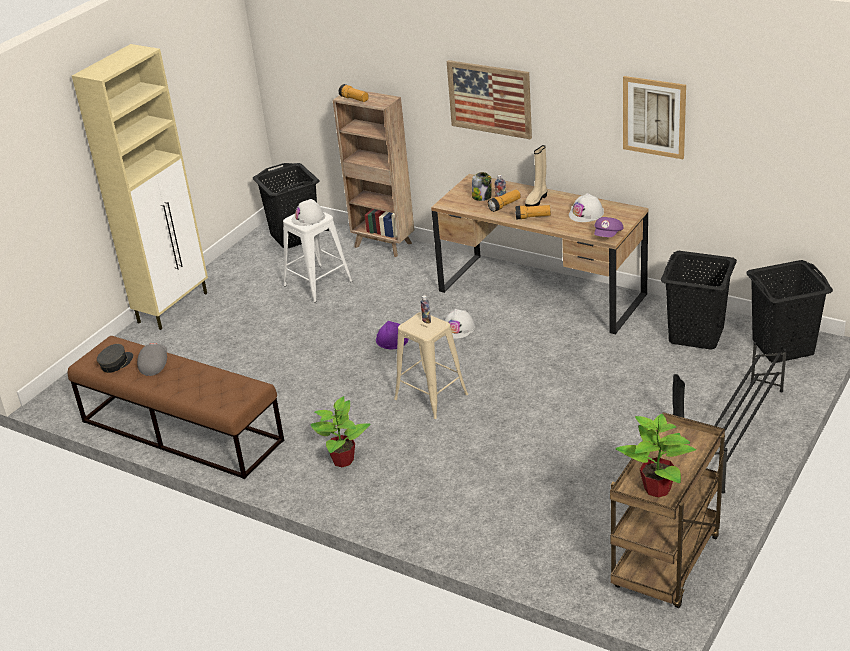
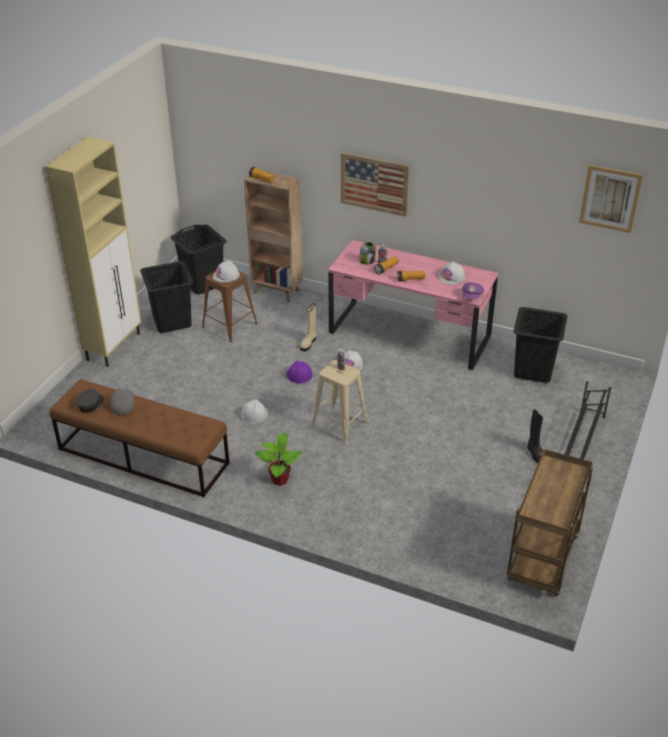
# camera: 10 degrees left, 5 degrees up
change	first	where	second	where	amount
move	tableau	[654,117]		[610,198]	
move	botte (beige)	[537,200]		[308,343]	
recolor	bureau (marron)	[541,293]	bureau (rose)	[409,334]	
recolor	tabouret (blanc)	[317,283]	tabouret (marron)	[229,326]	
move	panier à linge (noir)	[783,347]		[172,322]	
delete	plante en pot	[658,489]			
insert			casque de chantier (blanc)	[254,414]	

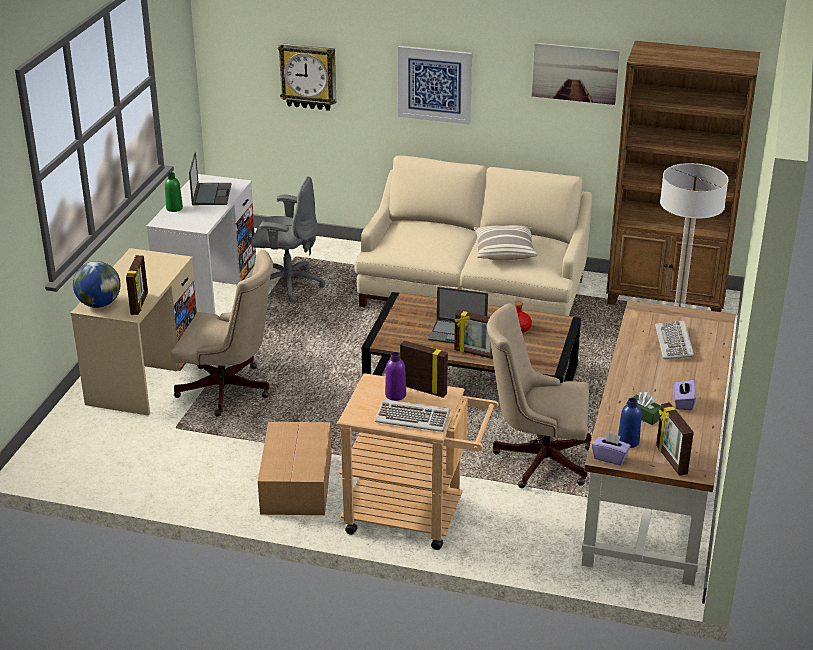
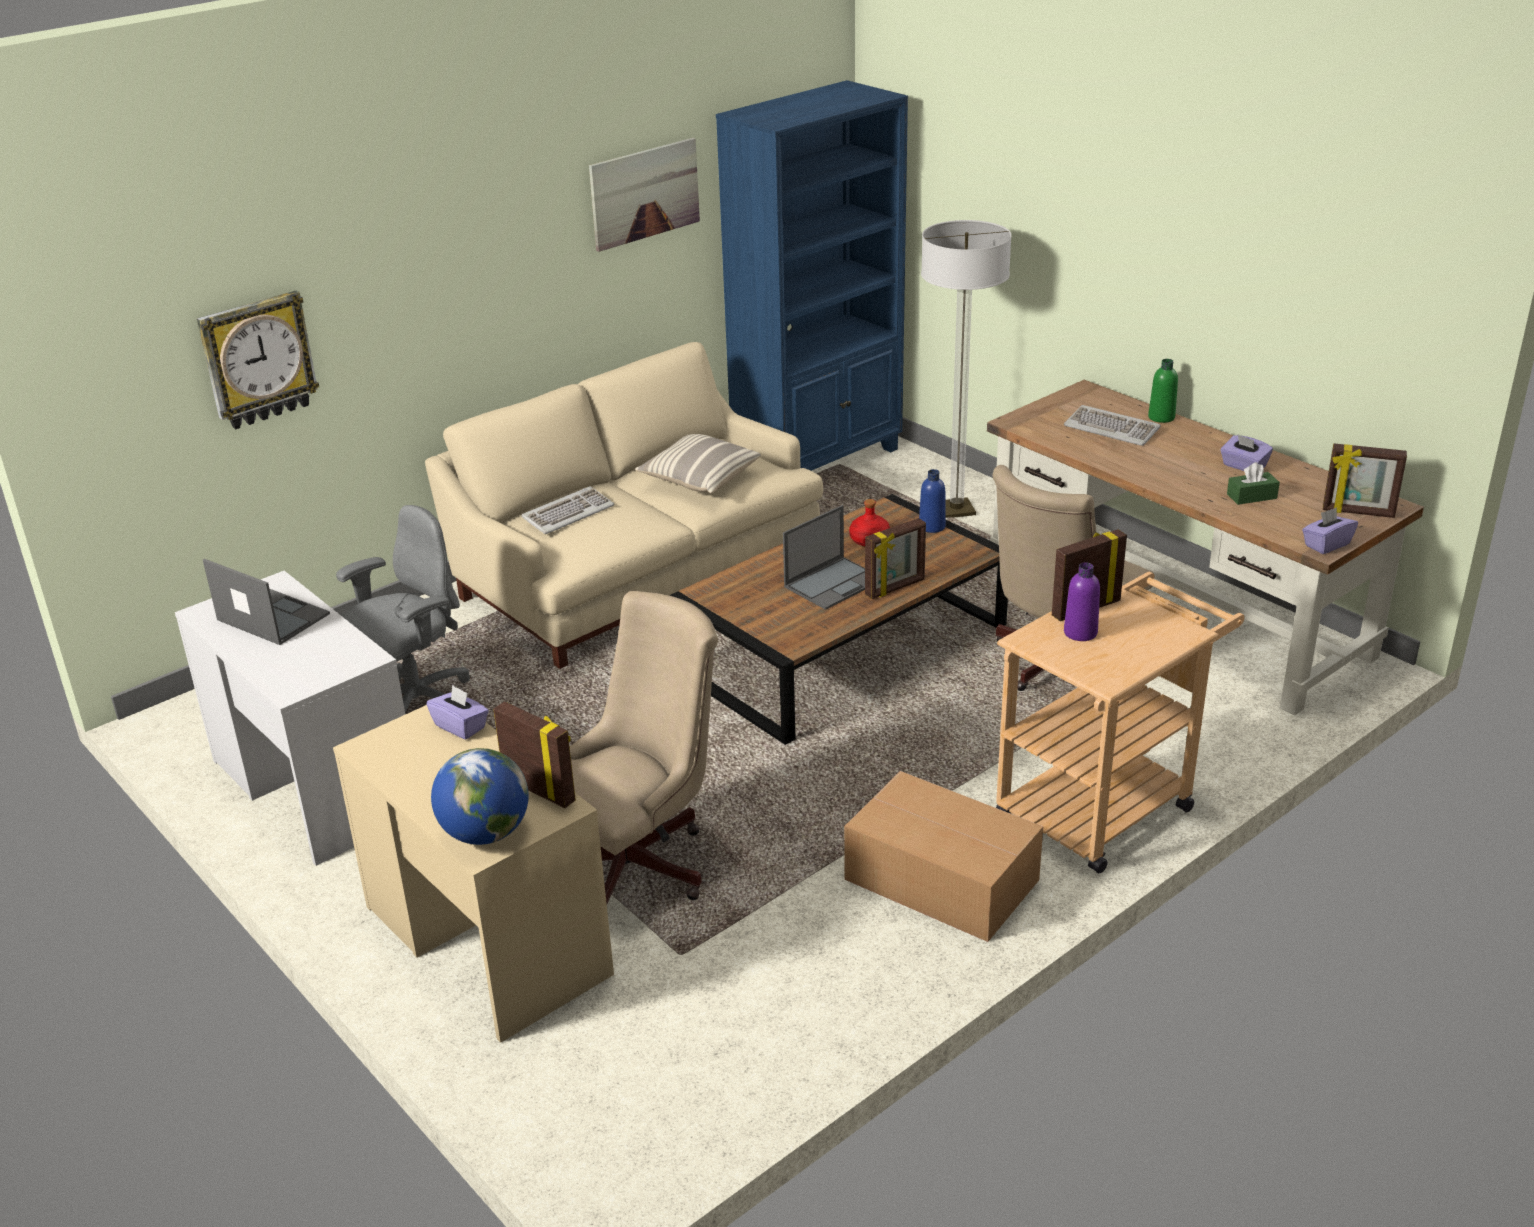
# camera: 55 degrees left, 0 degrees up
change	first	where	second	where	amount
recolor	bibliothèque (marron)	[666,299]	bibliothèque (bleu)	[819,461]	
delete	tableau	[435,84]			
move	bouteille (vert)	[174,208]		[1161,417]	
move	bouteille (bleu)	[628,441]		[932,527]	
move	clavier	[413,418]		[568,513]	
insert			boîte à mouchoirs (violet)	[461,726]	

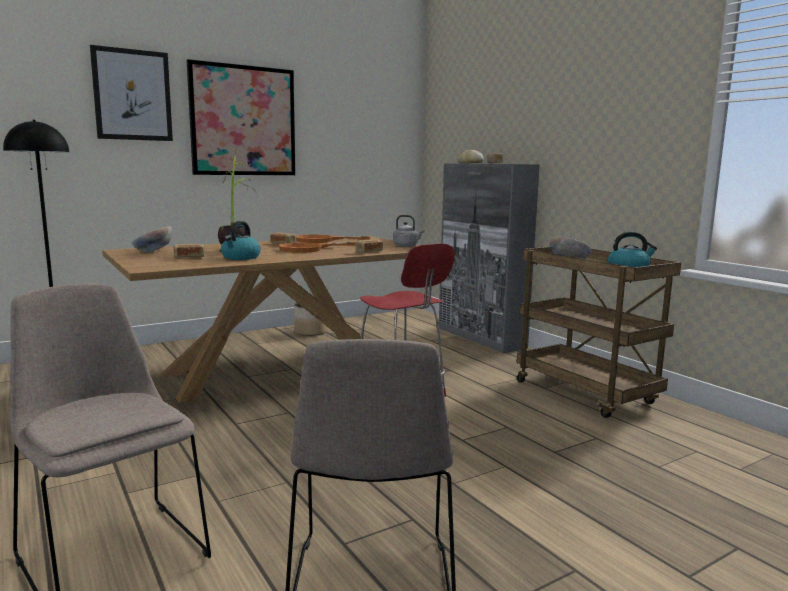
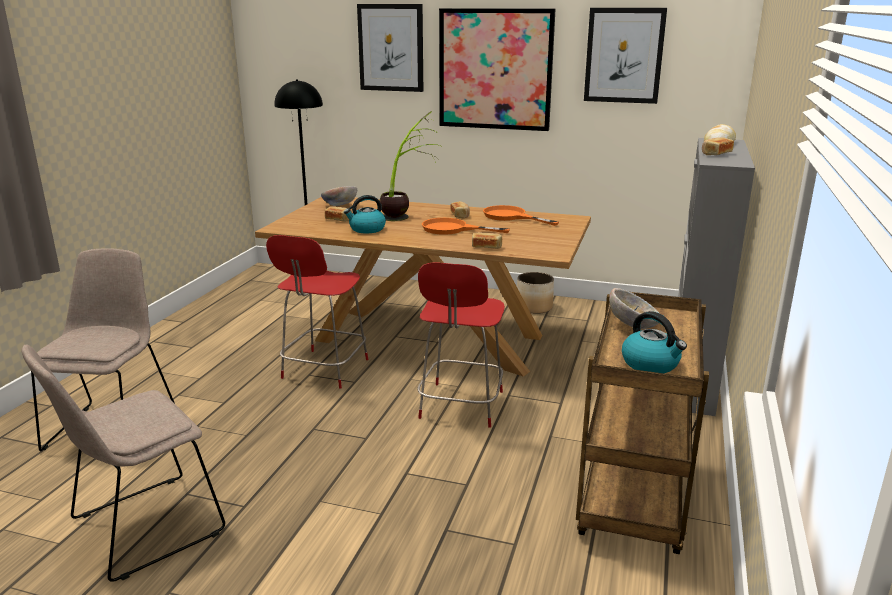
# camera: 50 degrees right, 10 degrees up
change	first	where	second	where	amount
delete	bouilloire (gris)	[406,246]			
insert			tableau	[624,55]	
insert			tabouret (rouge)	[324,370]	

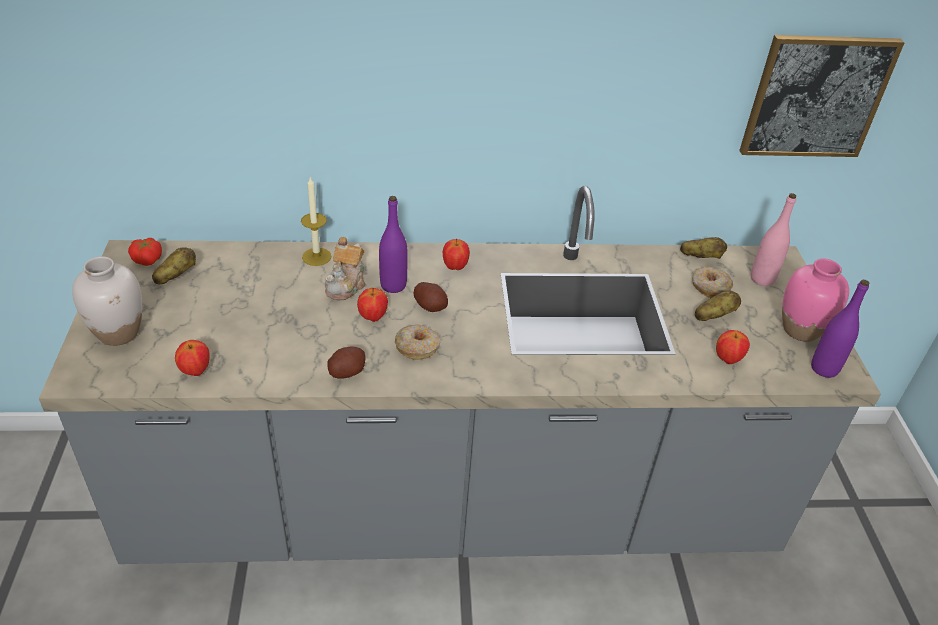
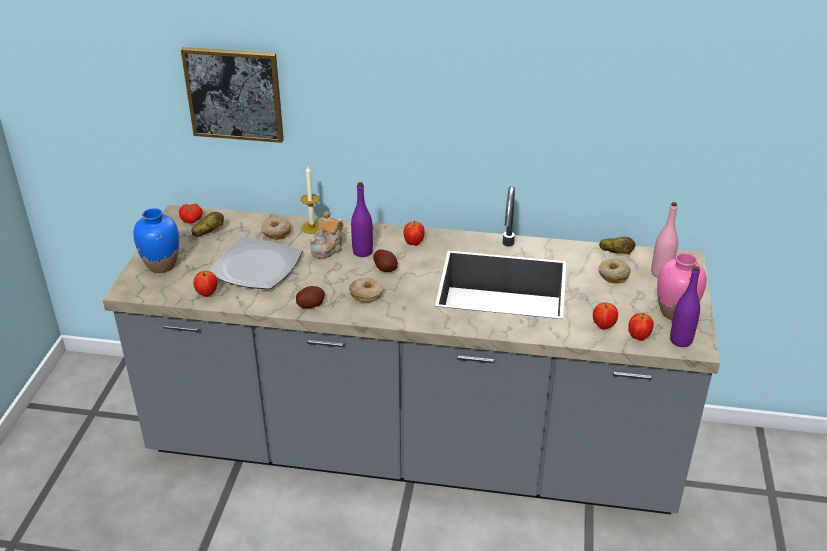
# camera: 15 degrees right, 5 degrees down
change	first	where	second	where	amount
move	tableau	[816,96]		[234,94]	
recolor	vase (blanc)	[119,333]	vase (bleu)	[162,265]	
move	pomme	[373,317]		[638,337]	
delete	pomme de terre	[714,316]			
insert			beignet	[276,233]	
insert			assiette	[255,267]	

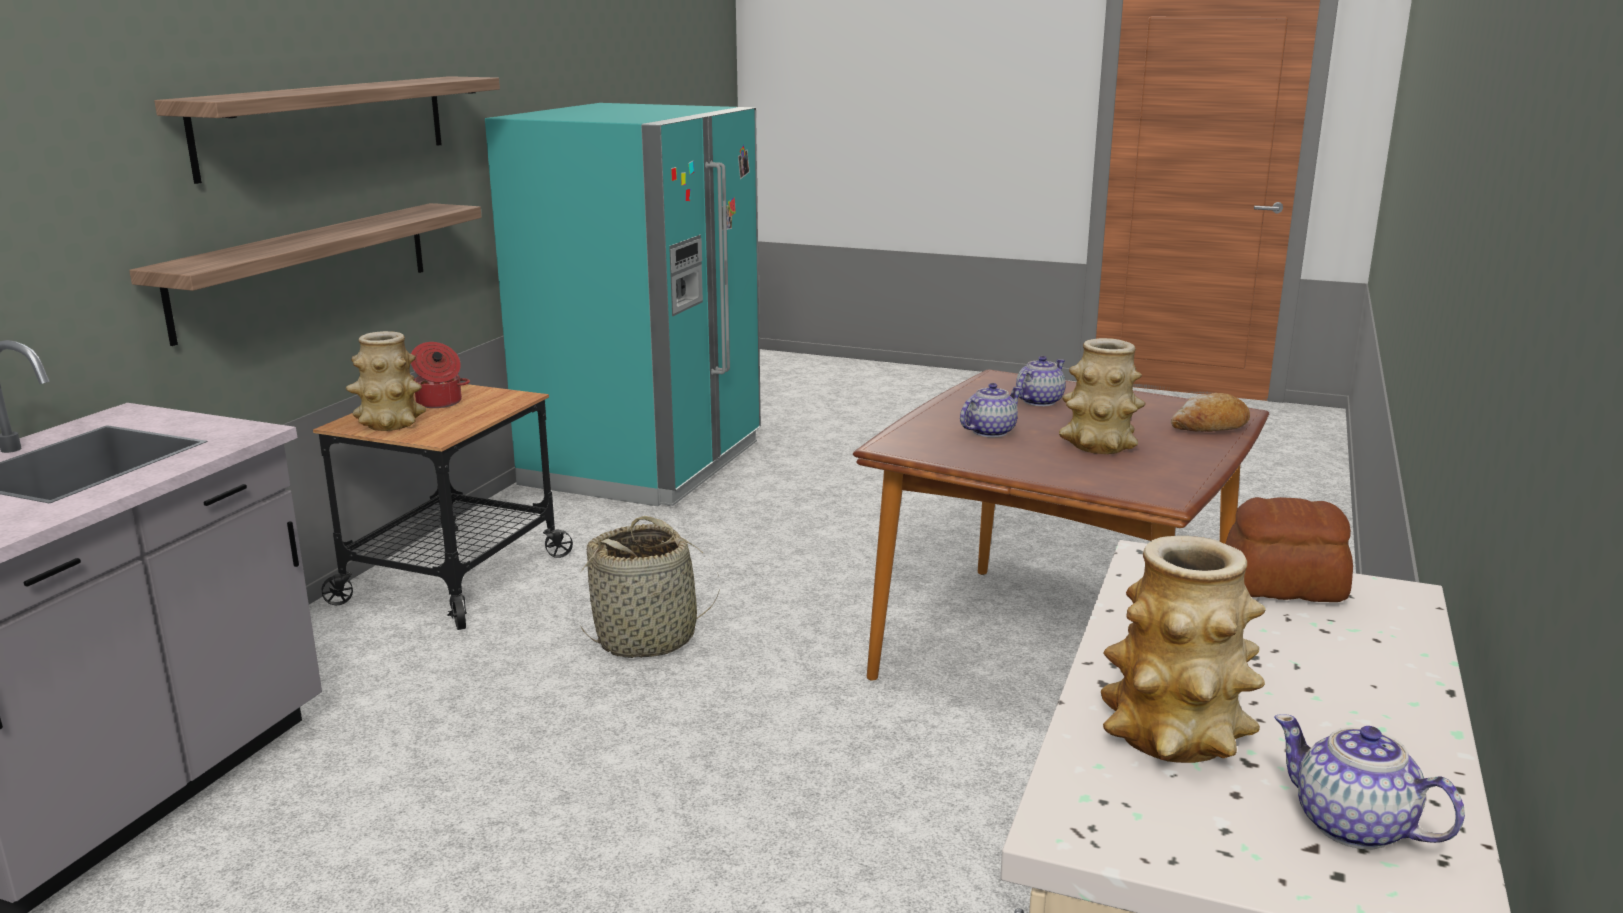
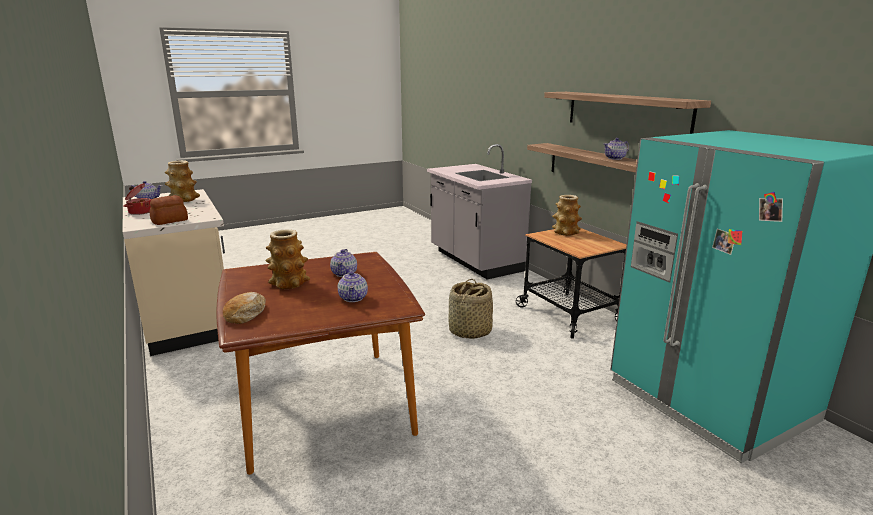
# camera: 130 degrees right, 0 degrees up
change	first	where	second	where	amount
move	marmite	[439,403]		[140,212]	
insert			théière	[615,158]	

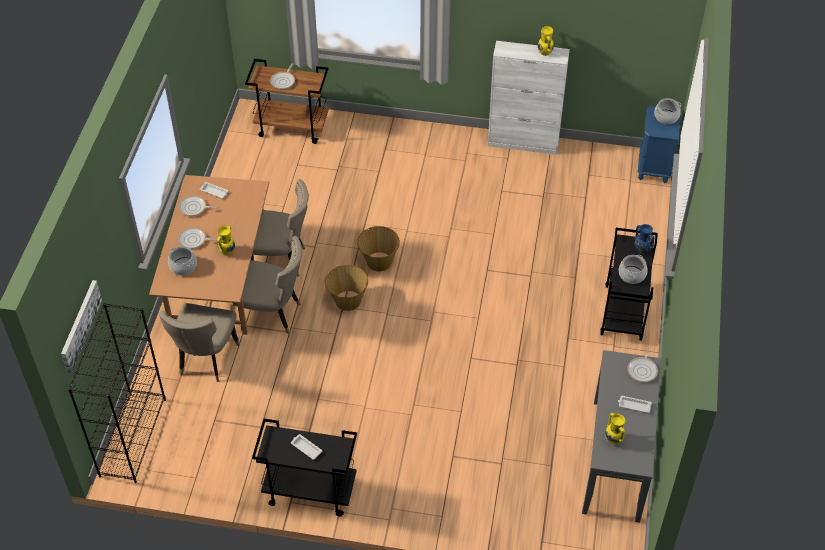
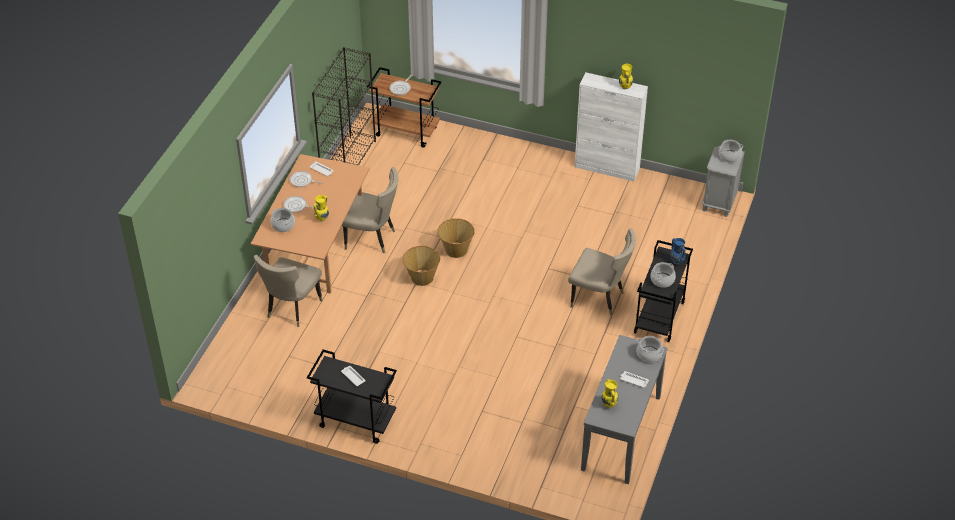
# camera: 10 degrees right, 5 degrees down
change	first	where	second	where	amount
recolor	table de chevet (bleu)	[654,168]	table de chevet (gris)	[719,203]	
move	chaise (beige)	[274,315]		[599,298]	
delete	tableau	[80,325]			
move	bibliothèque (noir)	[132,437]		[348,160]	
replace	poêle	[642,370]	marmite	[649,354]	

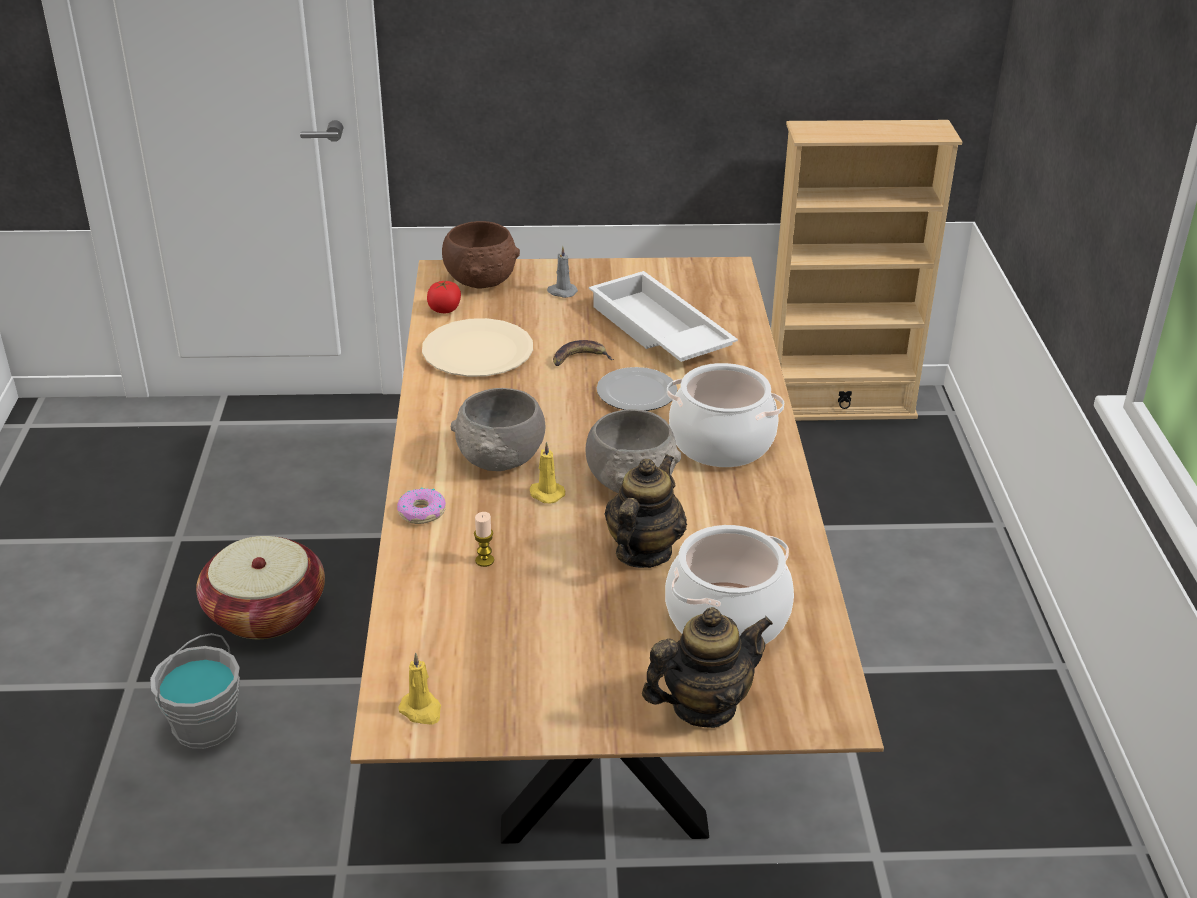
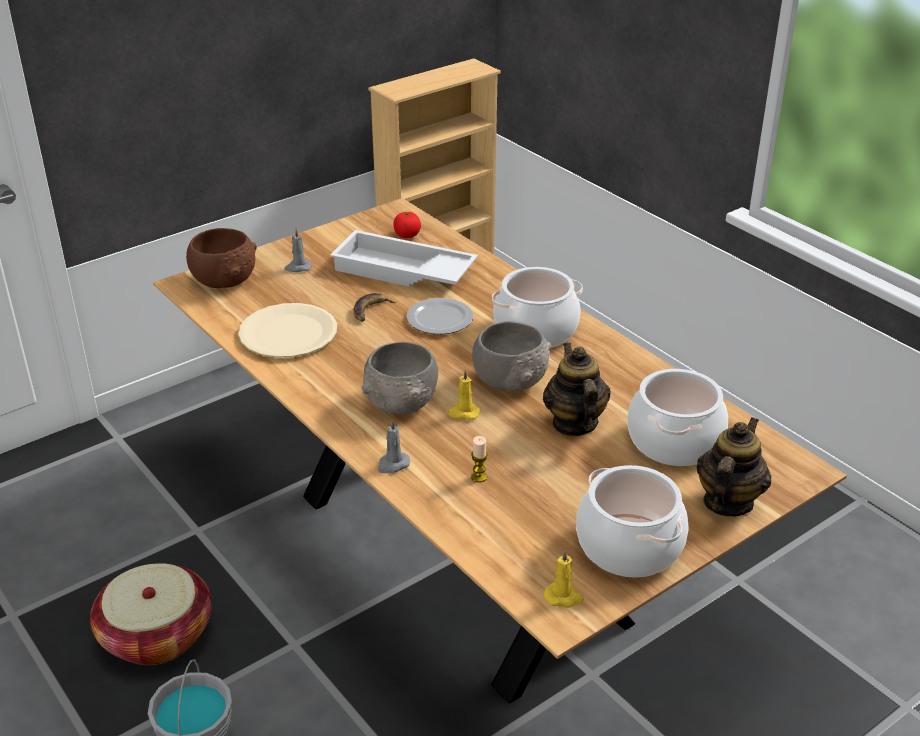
# camera: 35 degrees left, 0 degrees up
change	first	where	second	where	amount
move	tomate	[444,309]		[407,235]	
replace	beignet	[422,512]	bougie (gris)	[393,464]	
insert			marmite	[630,546]	

